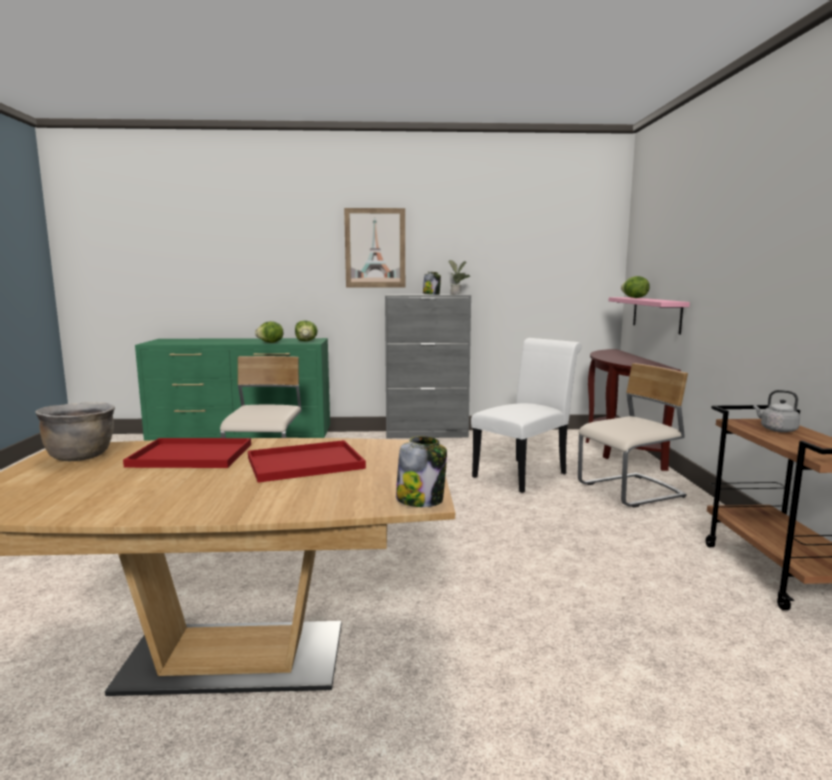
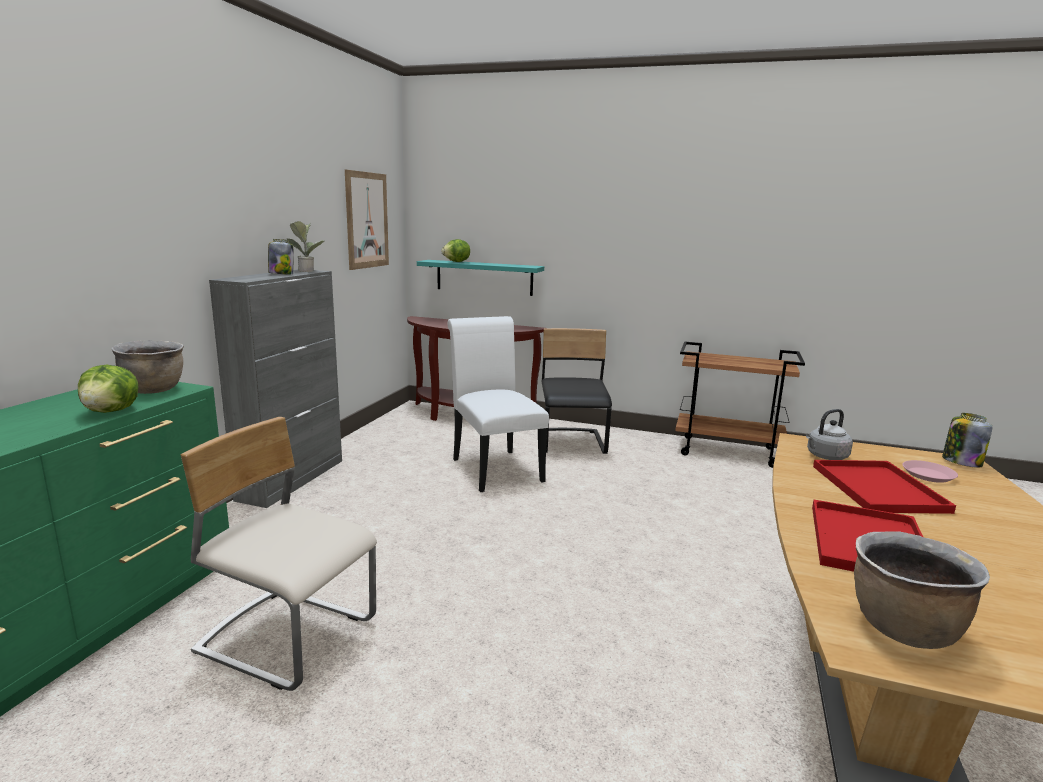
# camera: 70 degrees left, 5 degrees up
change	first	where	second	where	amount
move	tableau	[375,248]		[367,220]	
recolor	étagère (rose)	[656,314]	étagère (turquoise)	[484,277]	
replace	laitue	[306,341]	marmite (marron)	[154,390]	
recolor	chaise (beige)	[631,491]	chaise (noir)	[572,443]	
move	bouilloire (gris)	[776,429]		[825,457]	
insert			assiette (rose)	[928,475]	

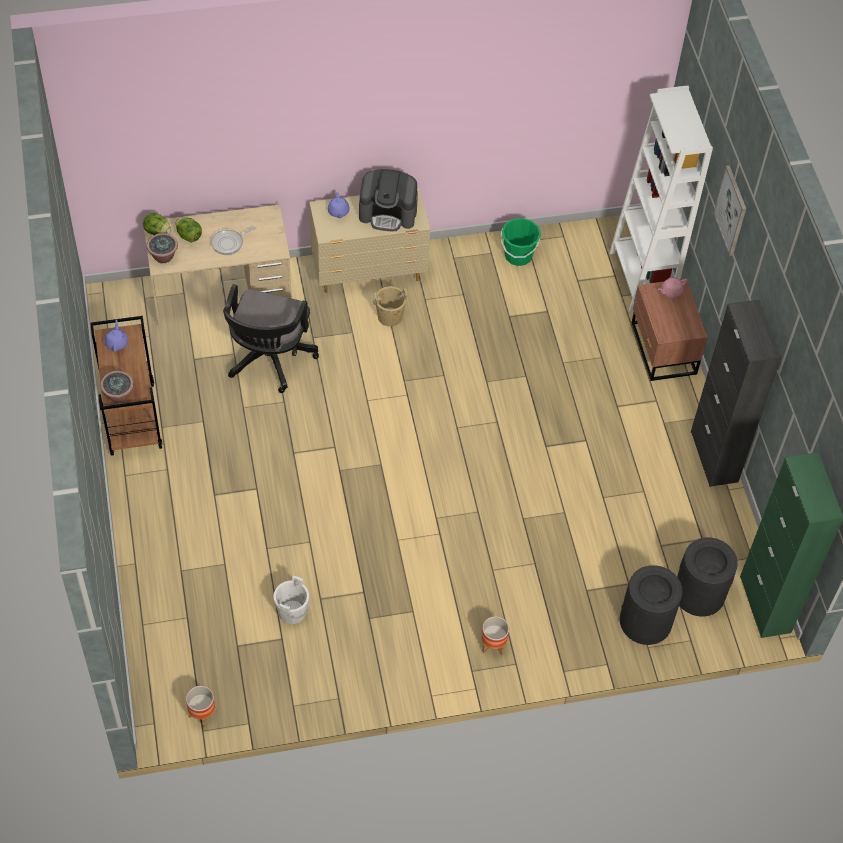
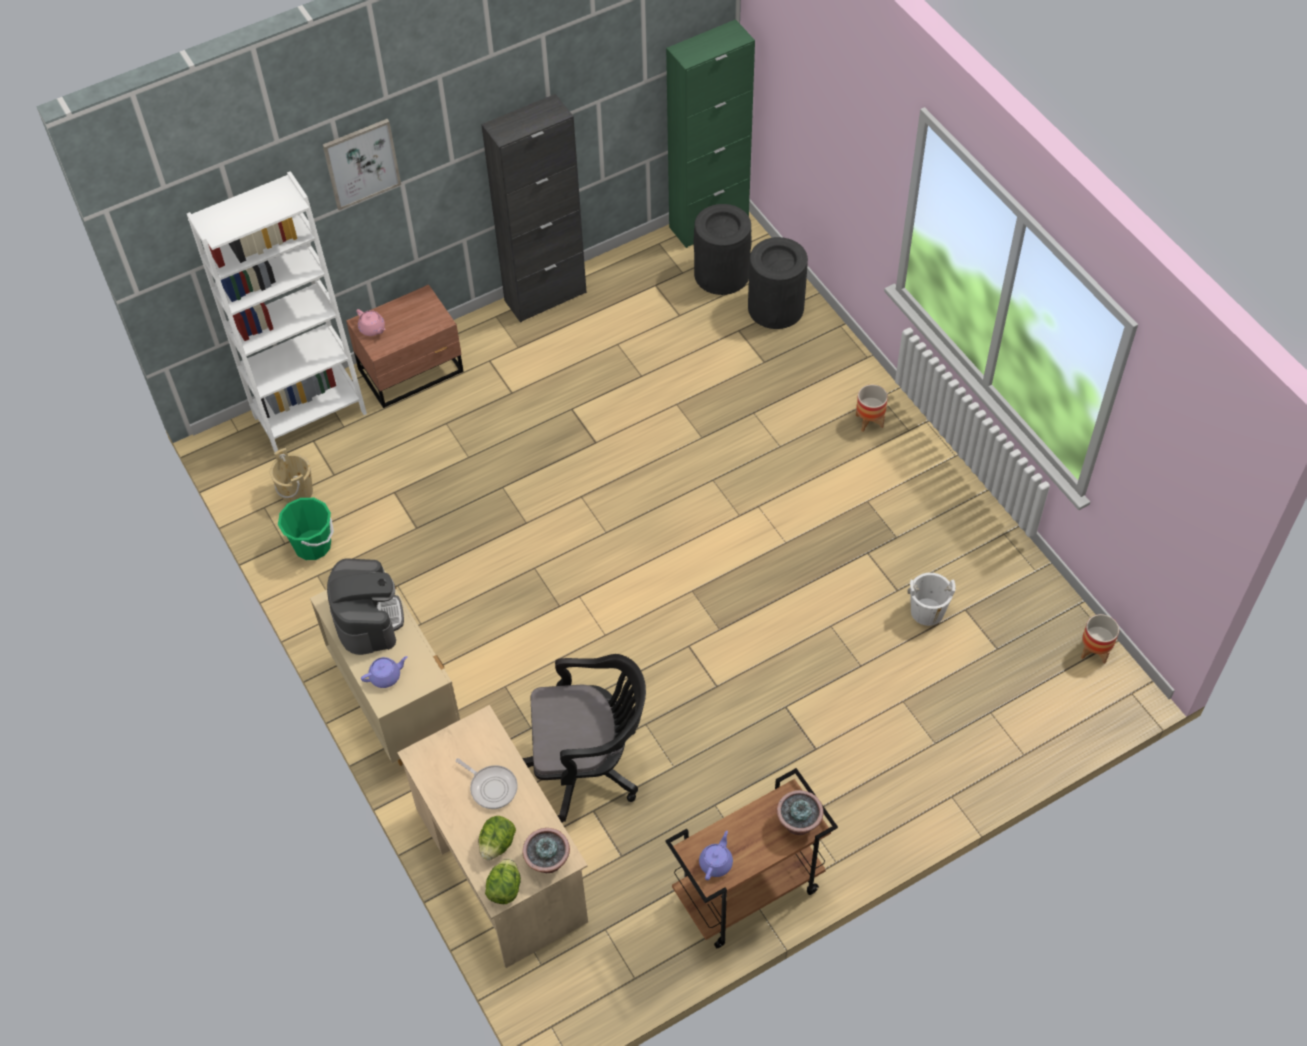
# camera: 105 degrees left, 0 degrees up
change	first	where	second	where	amount
move	seau (beige)	[390,316]		[297,491]	
rotate	théière (violet)	[117,343]		[716,862]	135 degrees clockwise

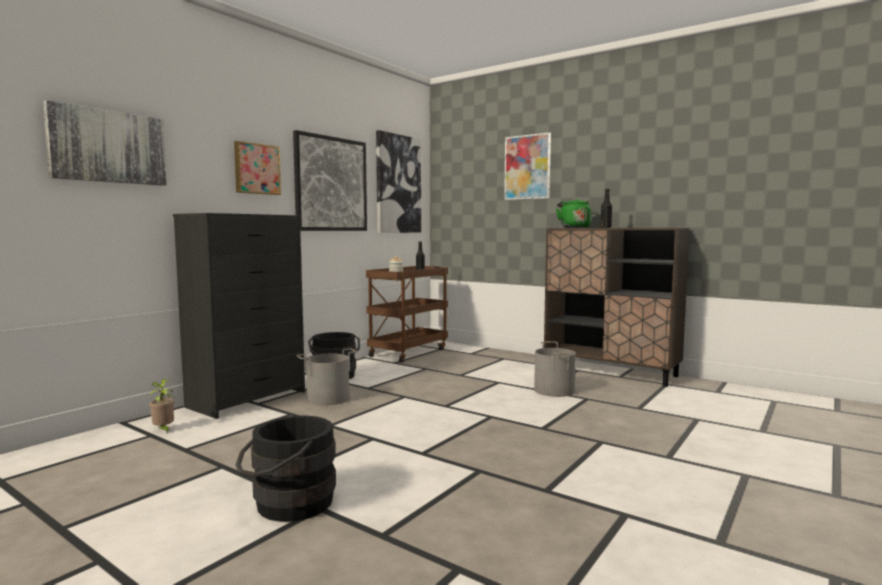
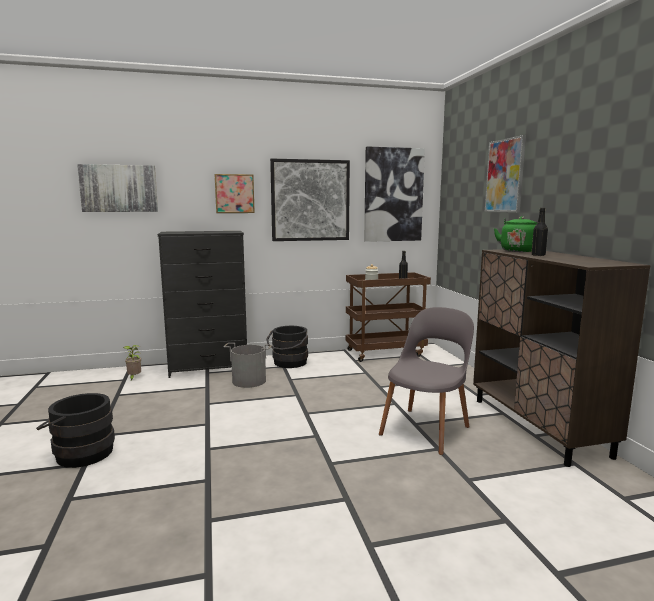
# camera: 40 degrees right, 5 degrees up
change	first	where	second	where	amount
replace	seau (gris)	[554,390]	chaise (gris)	[426,429]	

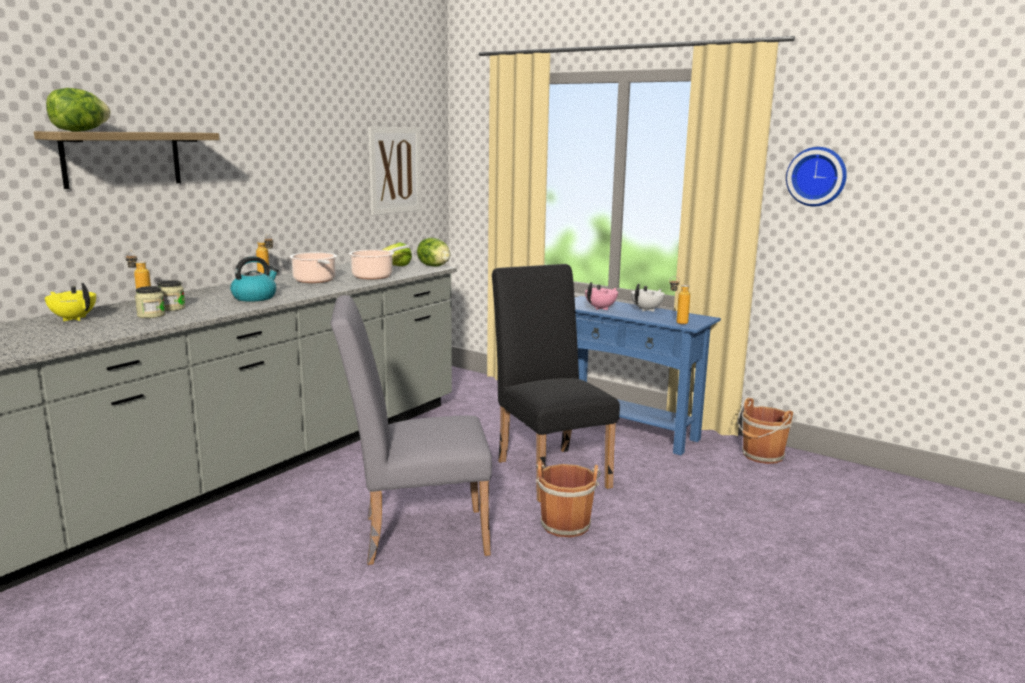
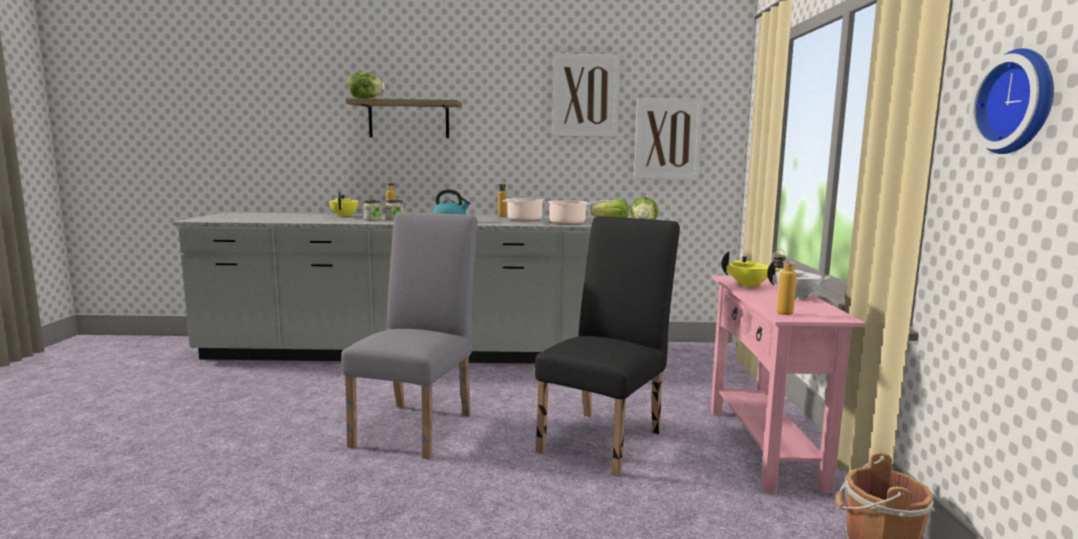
# camera: 55 degrees right, 5 degrees down
change	first	where	second	where	amount
recolor	théière (rose)	[601,308]	théière (jaune)	[749,286]	
rotate	chaise (gris)	[414,534]		[418,425]	60 degrees clockwise
recolor	table console (bleu)	[626,430]	table console (rose)	[763,446]	
delete	seau (marron)	[565,524]			
insert			tableau	[585,95]	

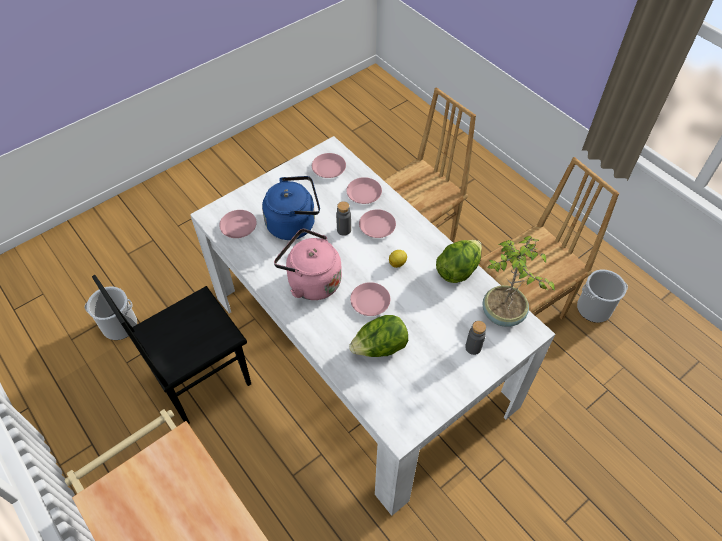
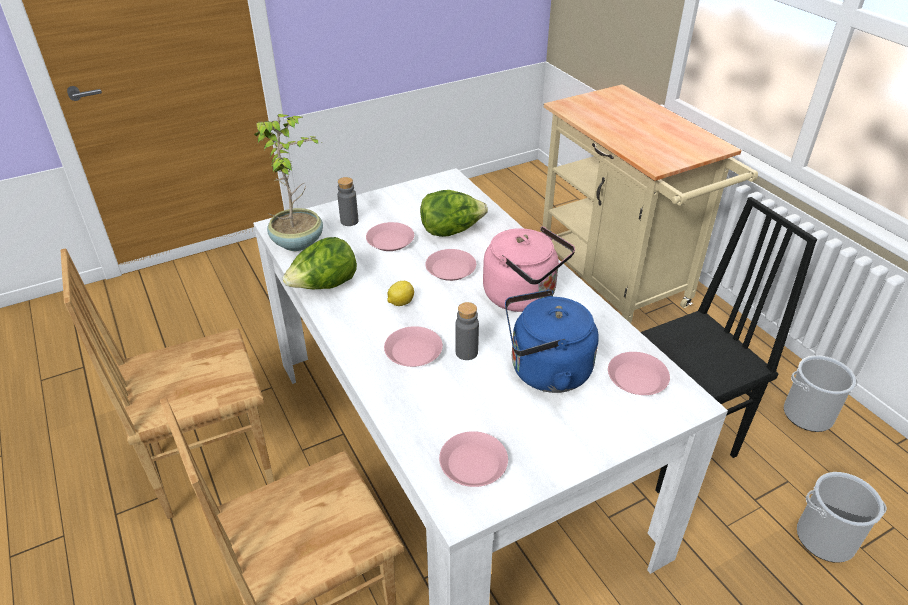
# camera: 170 degrees left, 15 degrees down
change	first	where	second	where	amount
move	assiette (rose)	[364,193]		[390,241]	
move	seau	[594,308]		[808,414]	

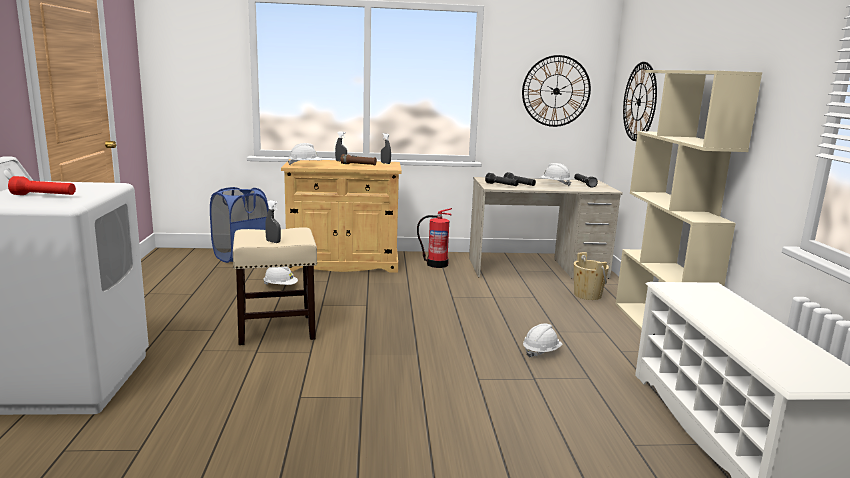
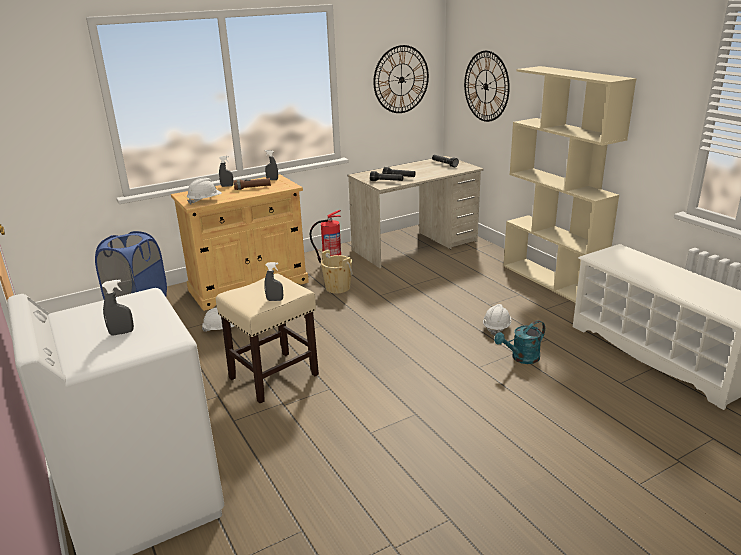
# camera: 25 degrees left, 10 degrees up
change	first	where	second	where	amount
delete	casque de chantier (blanc)	[554,184]			
replace	lampe de poche (rouge)	[44,196]	vaporisateur (gris)	[122,333]	
move	seau (beige)	[587,295]		[337,288]	
insert			arrosoir (turquoise)	[521,358]	

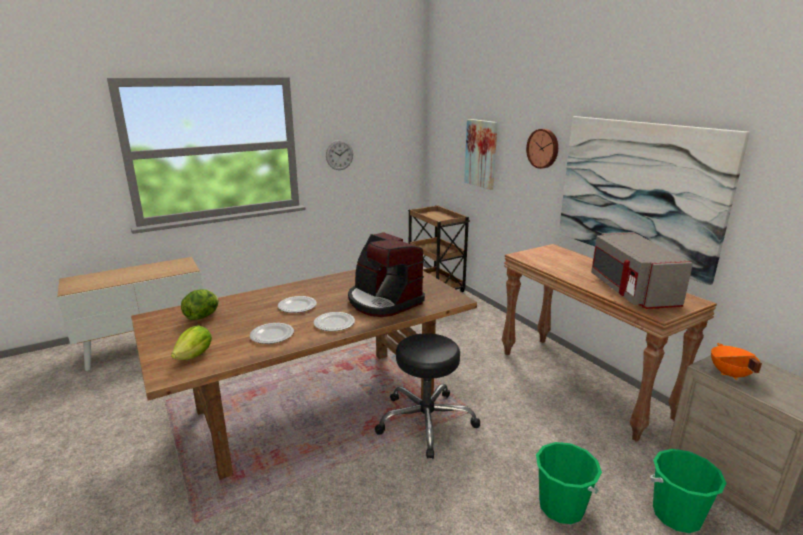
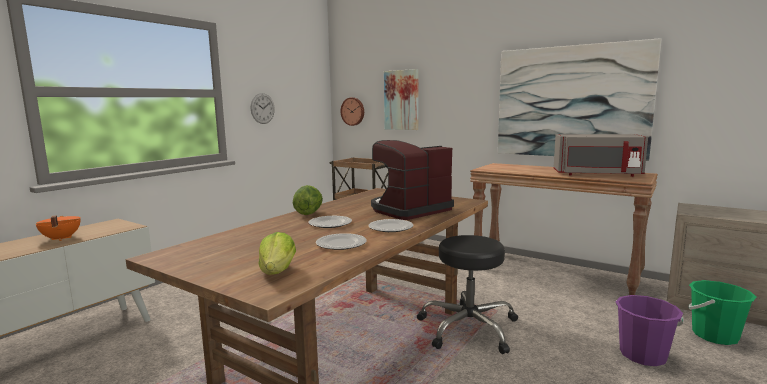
# camera: 25 degrees left, 10 degrees down
change	first	where	second	where	amount
move	horloge murale	[543,148]		[353,111]	
rotate	machine à café	[383,301]		[409,210]	120 degrees clockwise
rotate	micro-ondes (gris)	[630,291]		[597,174]	45 degrees counterclockwise
move	laitue	[203,316]		[308,213]	
move	marmite (orange)	[729,374]		[60,238]	
recolor	seau (vert)	[561,507]	seau (violet)	[643,355]	

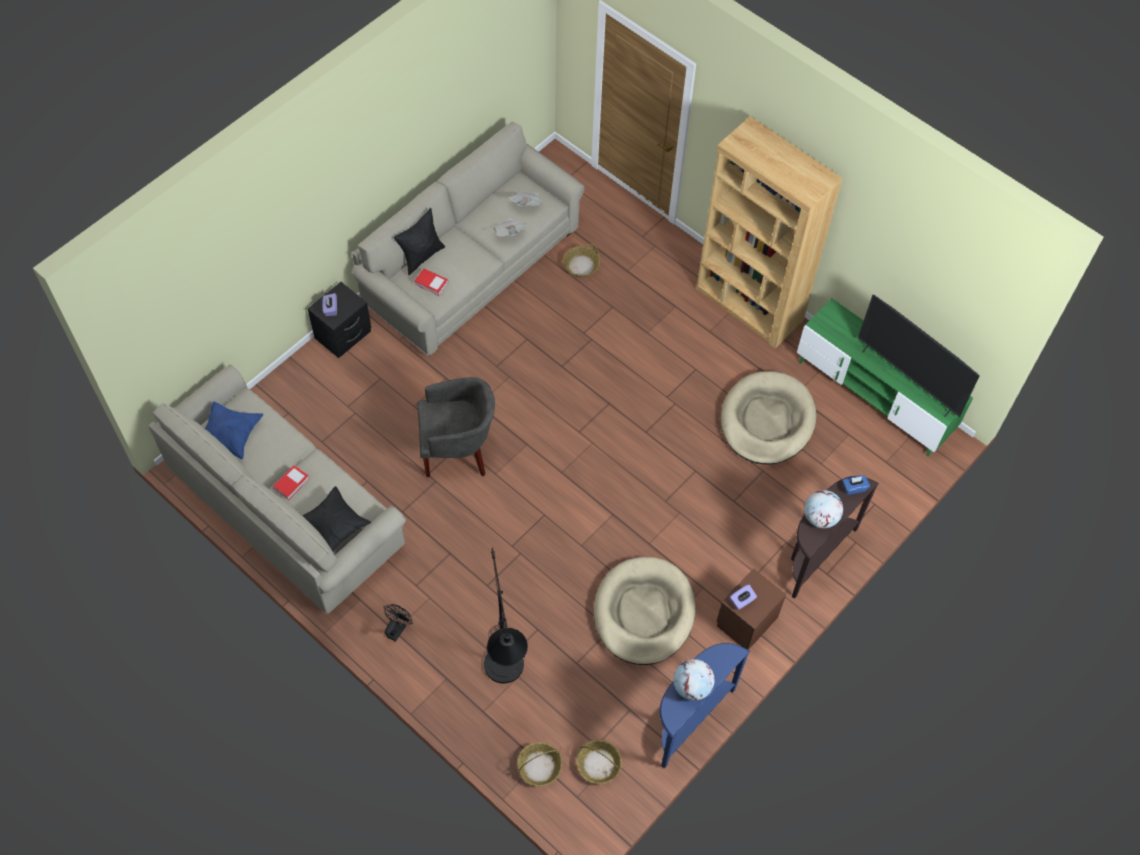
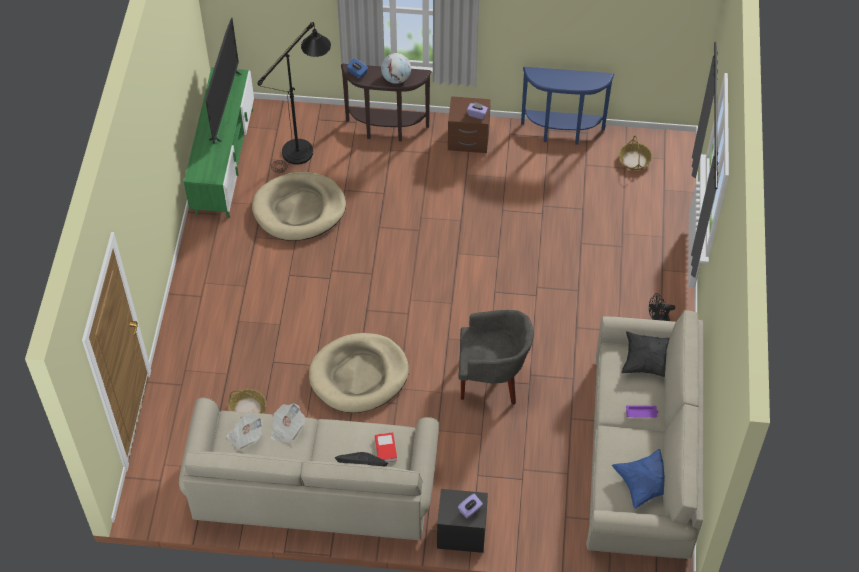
# camera: 125 degrees left, 5 degrees down
change	first	where	second	where	amount
delete	bibliothèque (marron)	[749,305]			
rotate	fauteuil (gris)	[458,450]		[492,378]	135 degrees clockwise
replace	livre	[291,484]	plateau (violet)	[642,412]	
move	lampadaire (noir)	[505,675]		[304,147]	
move	panier pour chien (beige)	[644,613]		[359,375]	
delete	globe	[692,687]			
delete	panier	[539,767]			

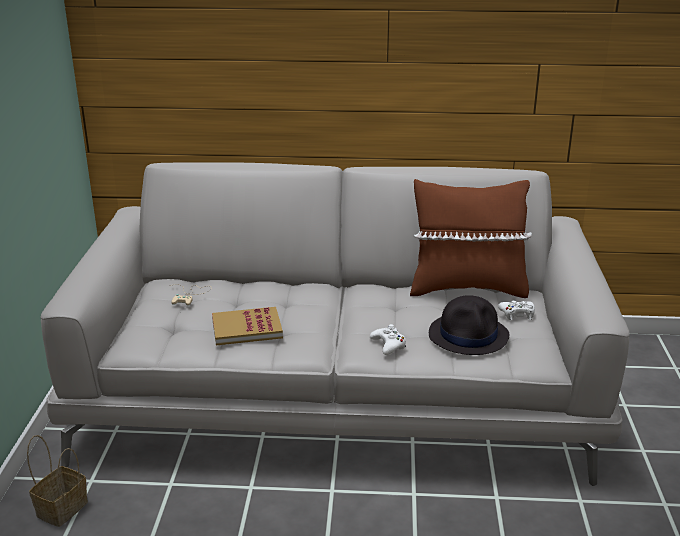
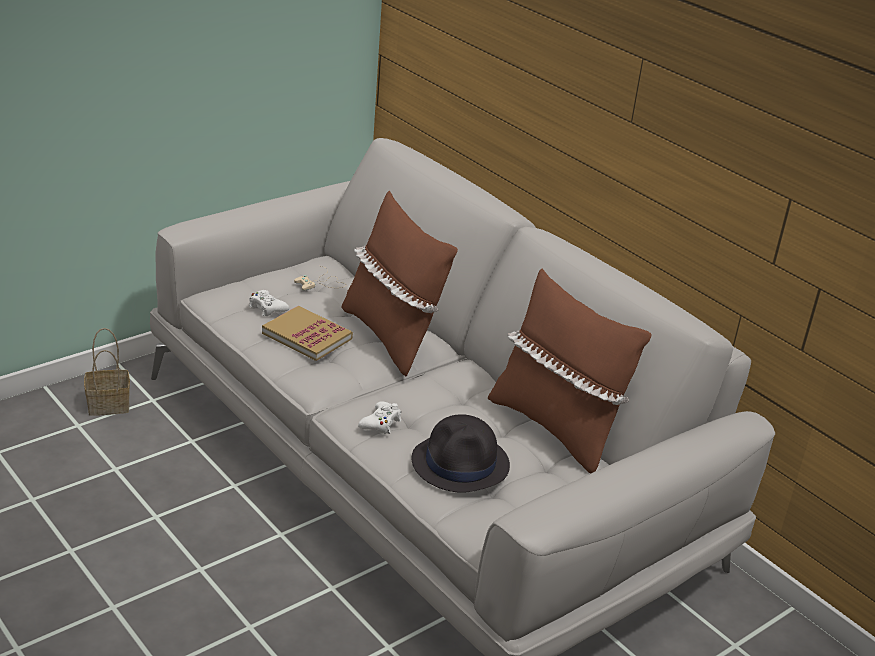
# camera: 45 degrees right, 5 degrees up
change	first	where	second	where	amount
move	manette (blanc)	[517,314]		[267,308]	
insert			coussin (marron)	[391,337]	

